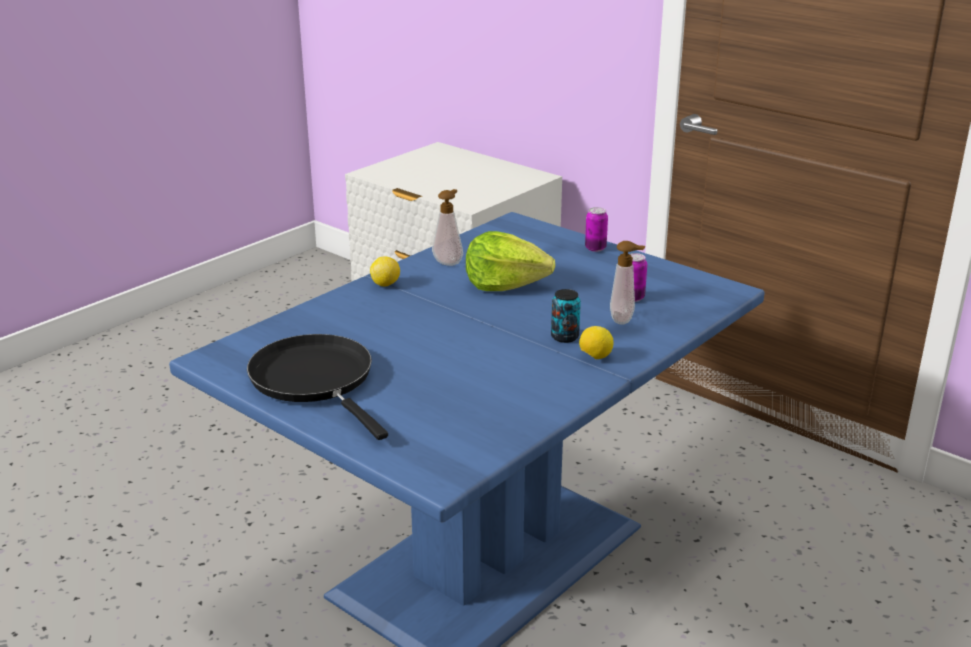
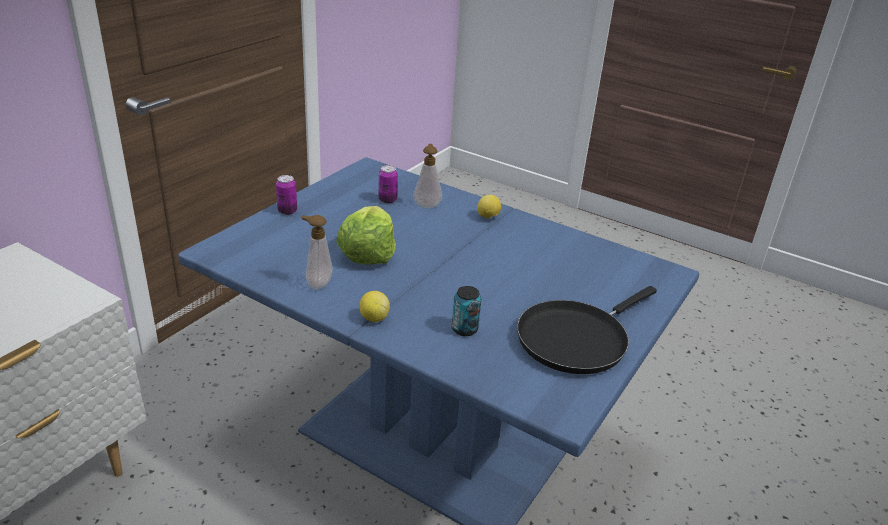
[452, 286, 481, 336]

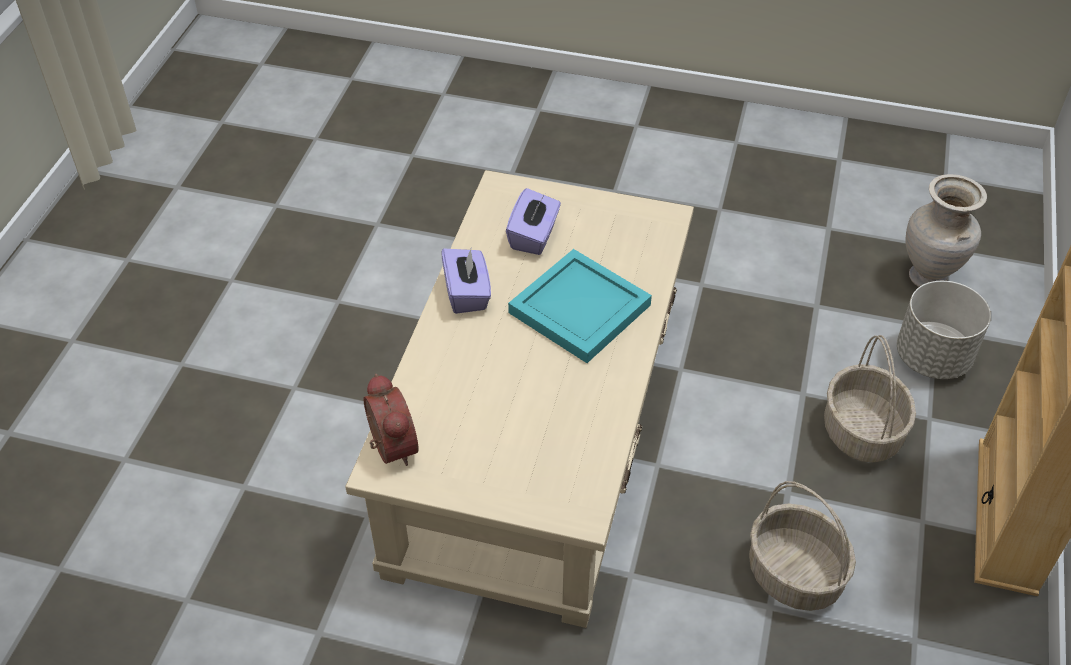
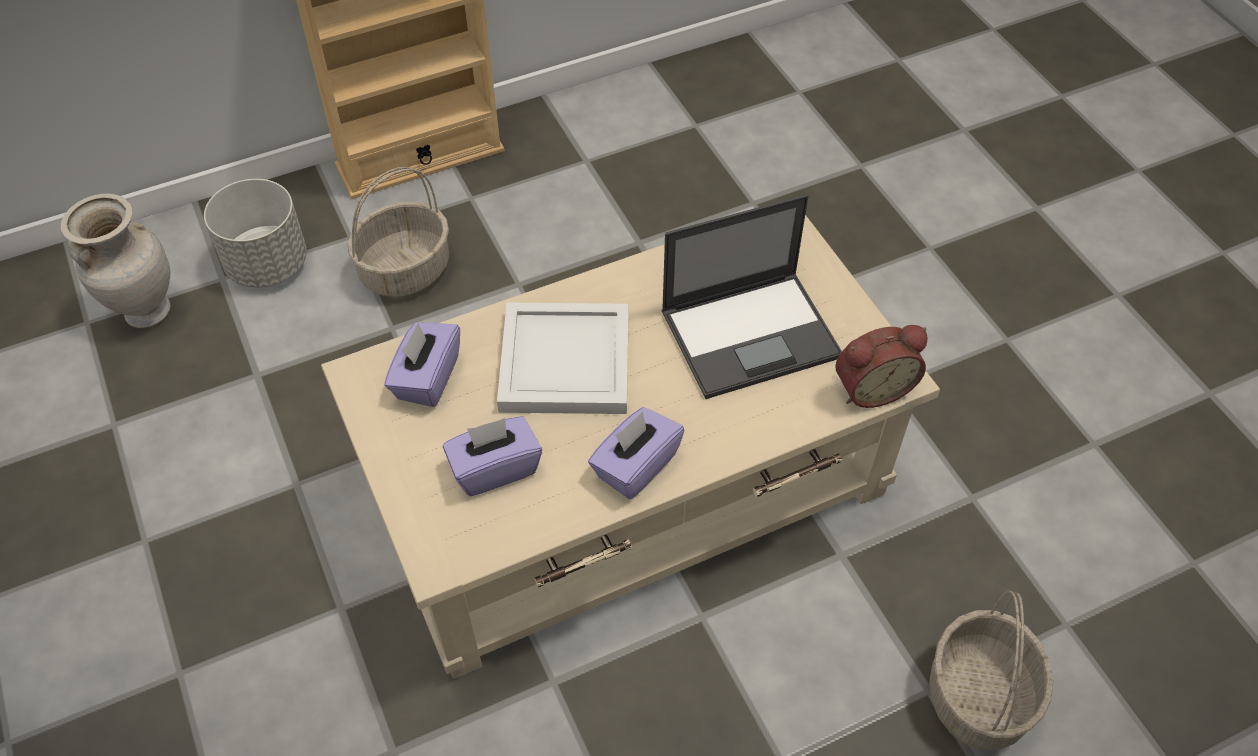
[384, 323, 460, 407]
[497, 303, 629, 414]
[661, 194, 842, 399]
[835, 325, 927, 408]
[929, 591, 1053, 750]

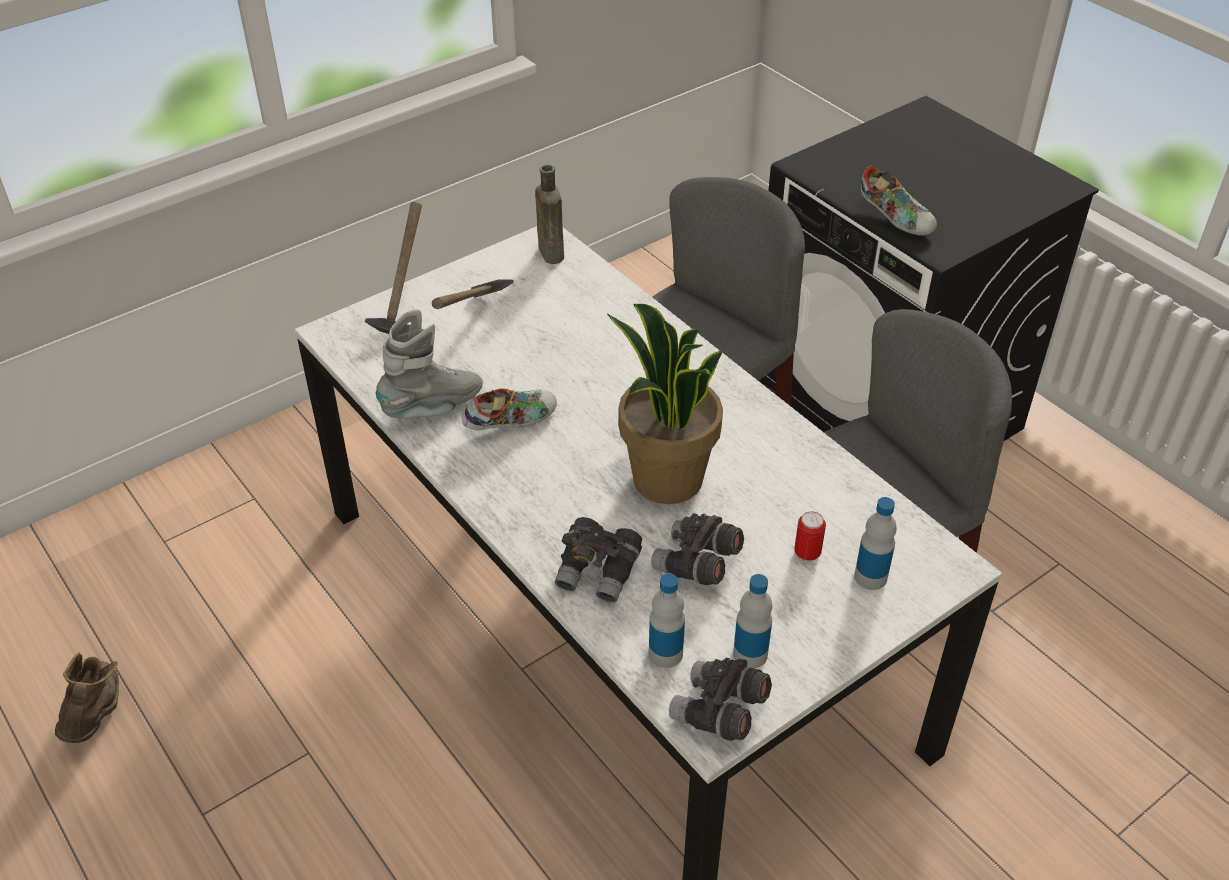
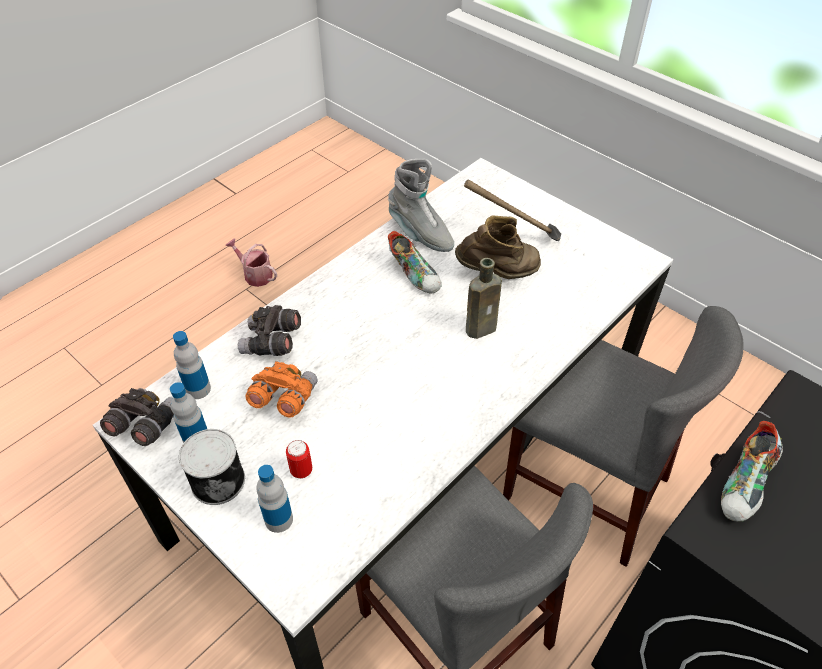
[179, 429, 245, 505]
[225, 239, 277, 287]
[246, 361, 318, 418]
[455, 216, 541, 279]
[466, 258, 502, 339]
[365, 202, 422, 335] (first image)
[607, 304, 723, 504] (first image)

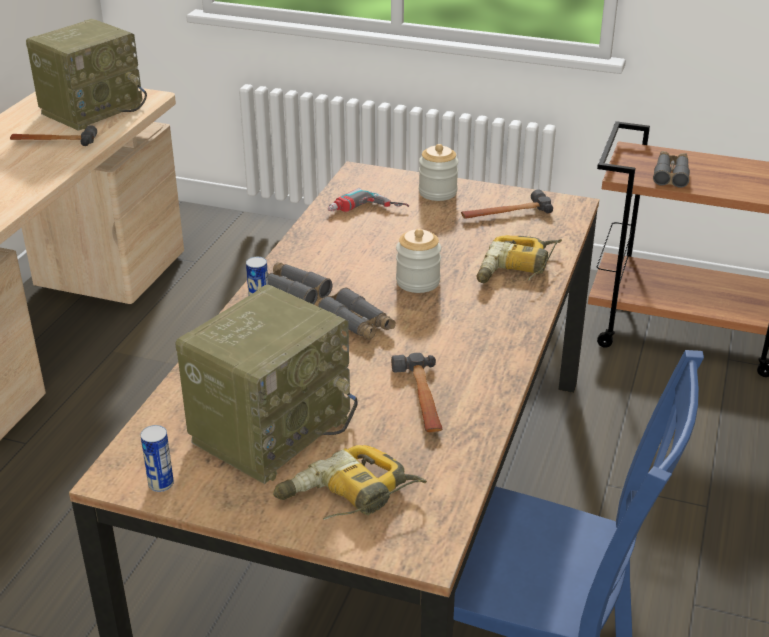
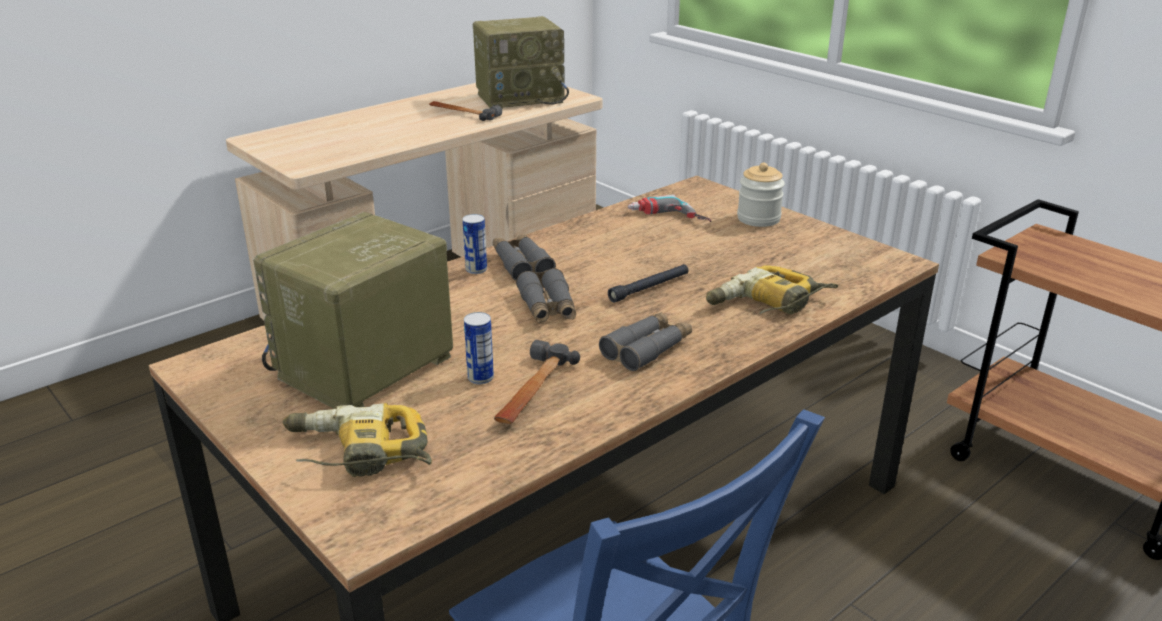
[253, 212, 453, 409]
[464, 312, 494, 384]
[599, 312, 692, 371]
[608, 264, 688, 303]
[461, 189, 553, 219] (first image)

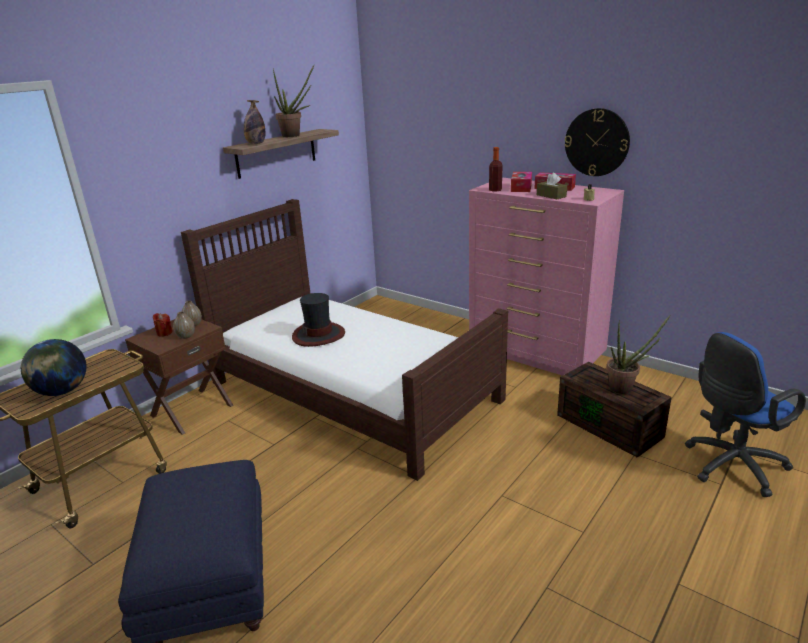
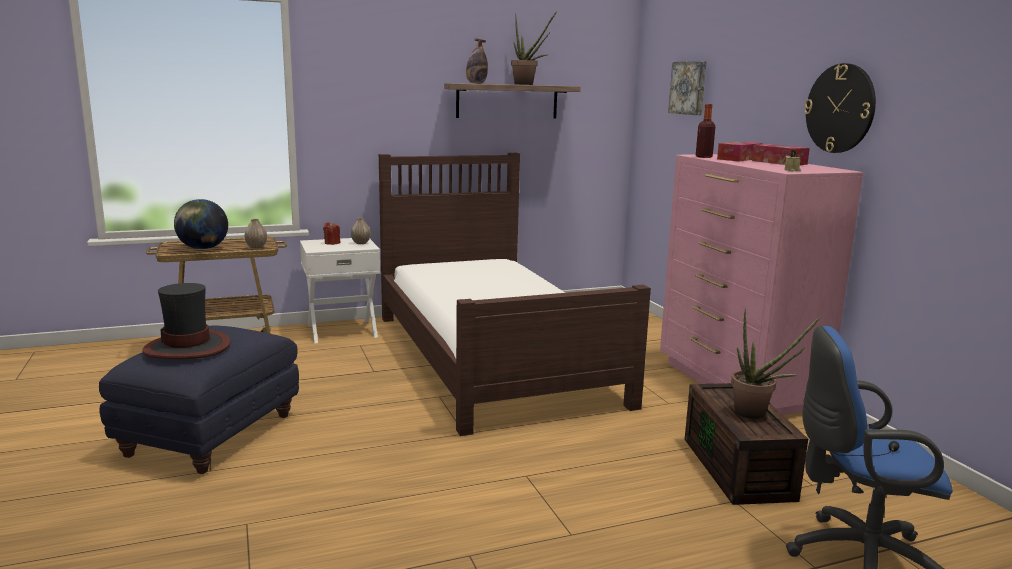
[143, 283, 231, 359]
[245, 219, 267, 249]
[300, 238, 380, 343]
[668, 61, 707, 115]
[537, 173, 567, 199] (first image)

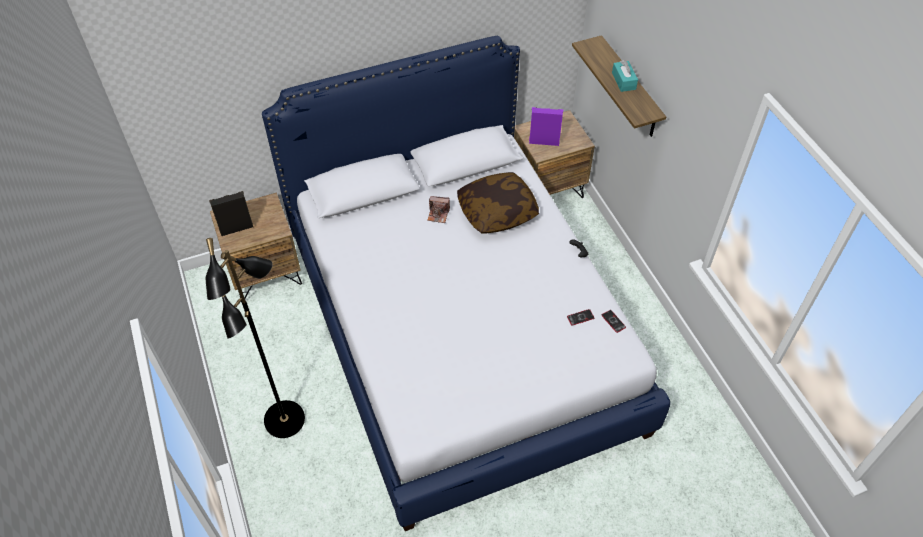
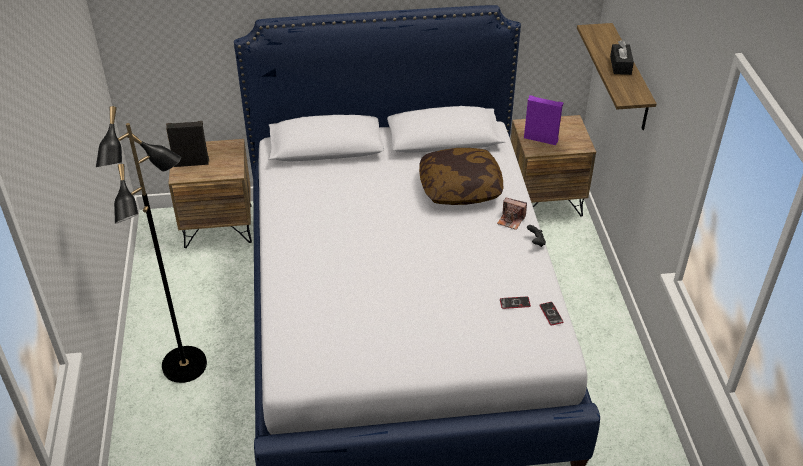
[497, 198, 527, 230]
[610, 40, 634, 75]

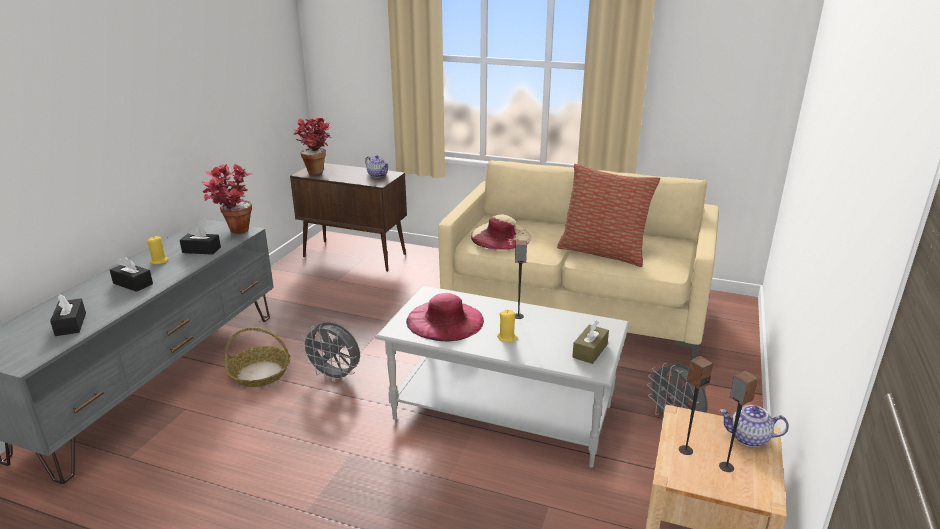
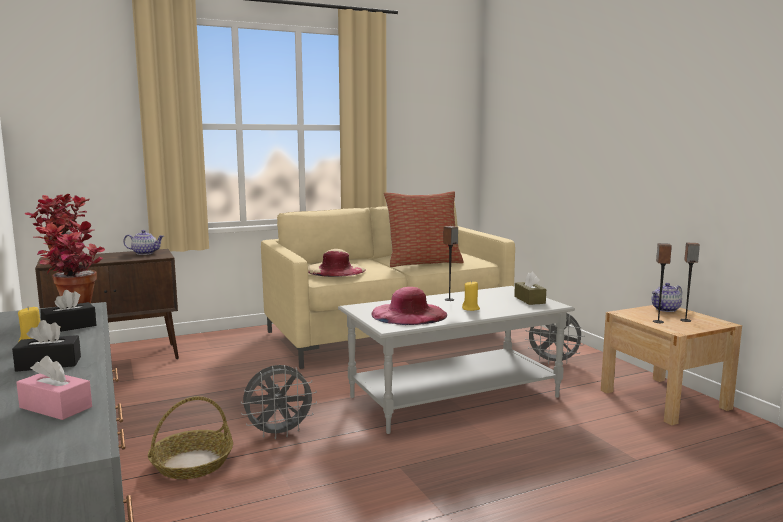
[16, 356, 92, 420]

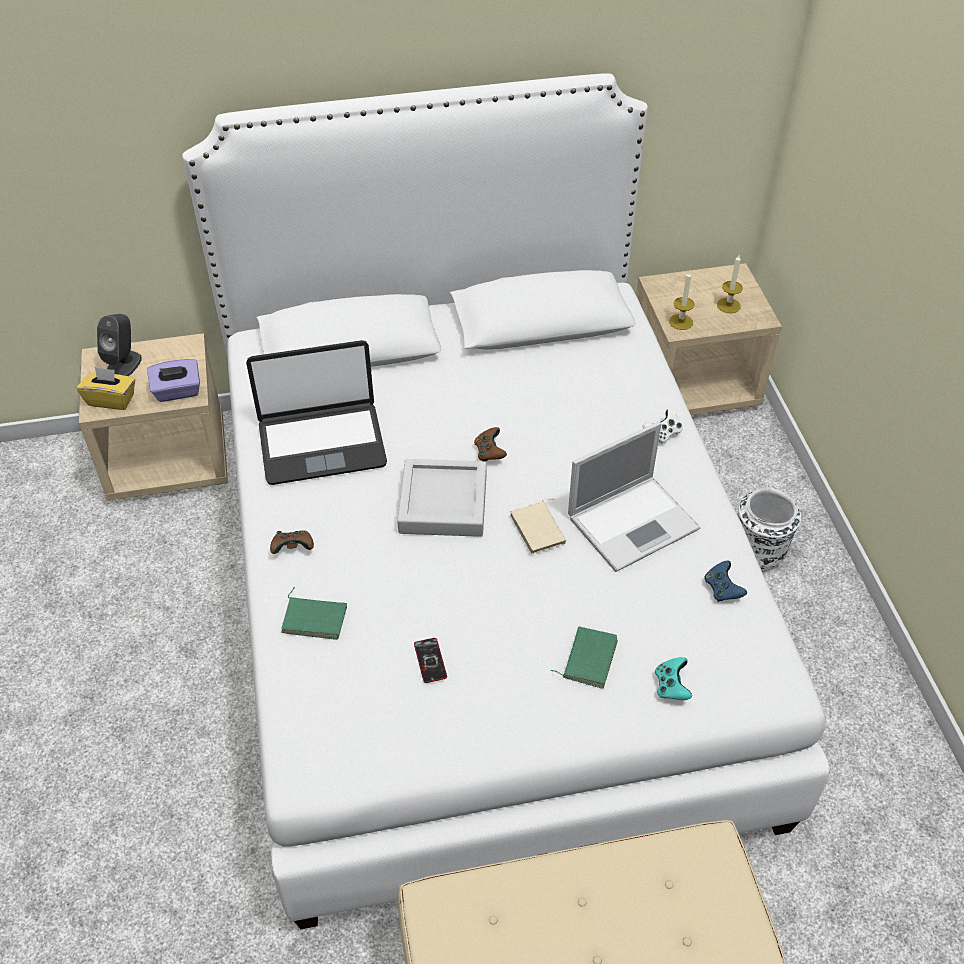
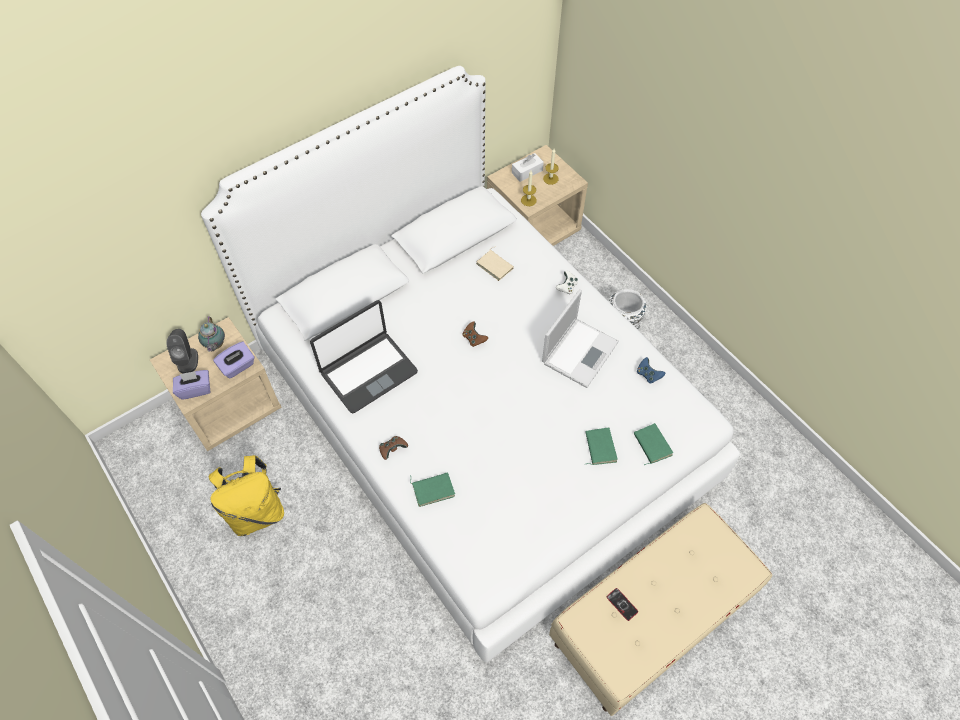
[173, 370, 210, 400]
[198, 316, 225, 352]
[209, 455, 284, 536]
[476, 246, 514, 281]
[512, 153, 544, 182]
[607, 588, 638, 621]
[634, 423, 673, 465]
[397, 459, 487, 537] (first image)

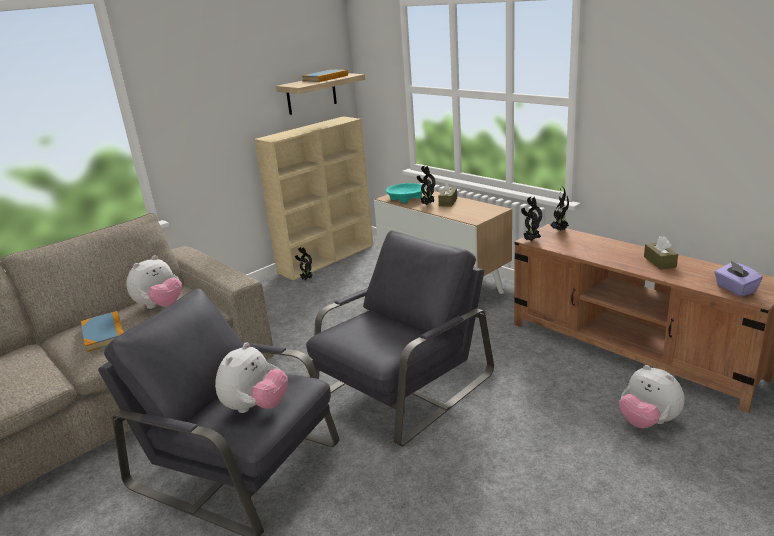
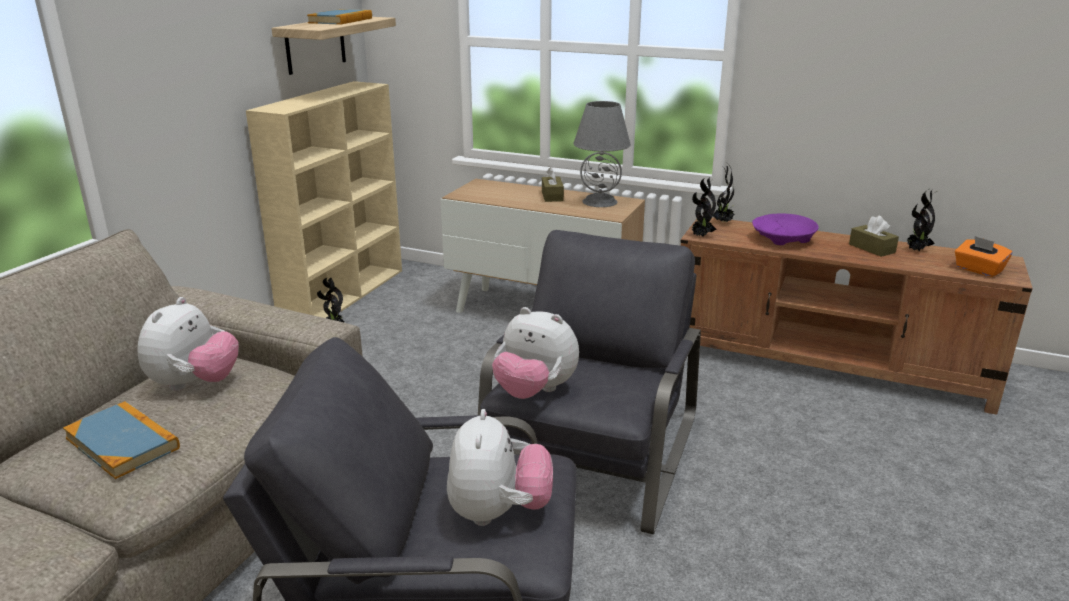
[492, 307, 579, 399]
[573, 101, 631, 207]
[752, 213, 819, 245]
[906, 189, 937, 251]
[955, 236, 1013, 277]
[386, 183, 425, 203] (first image)

